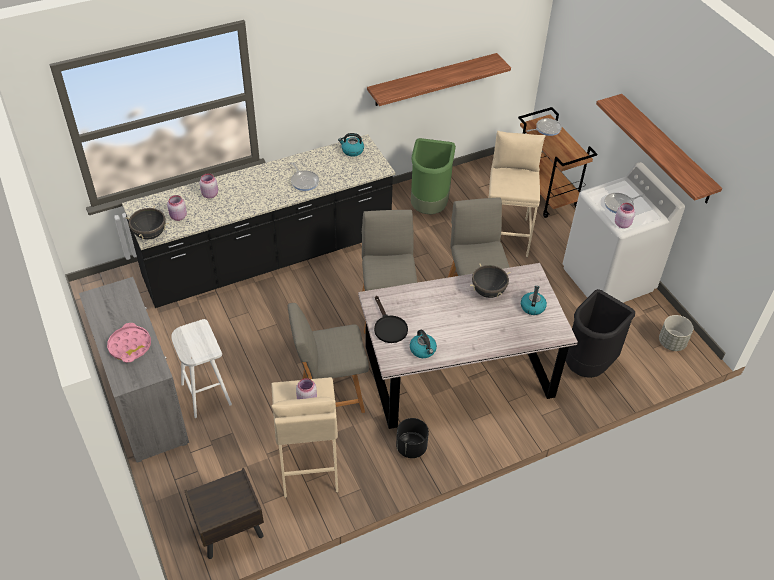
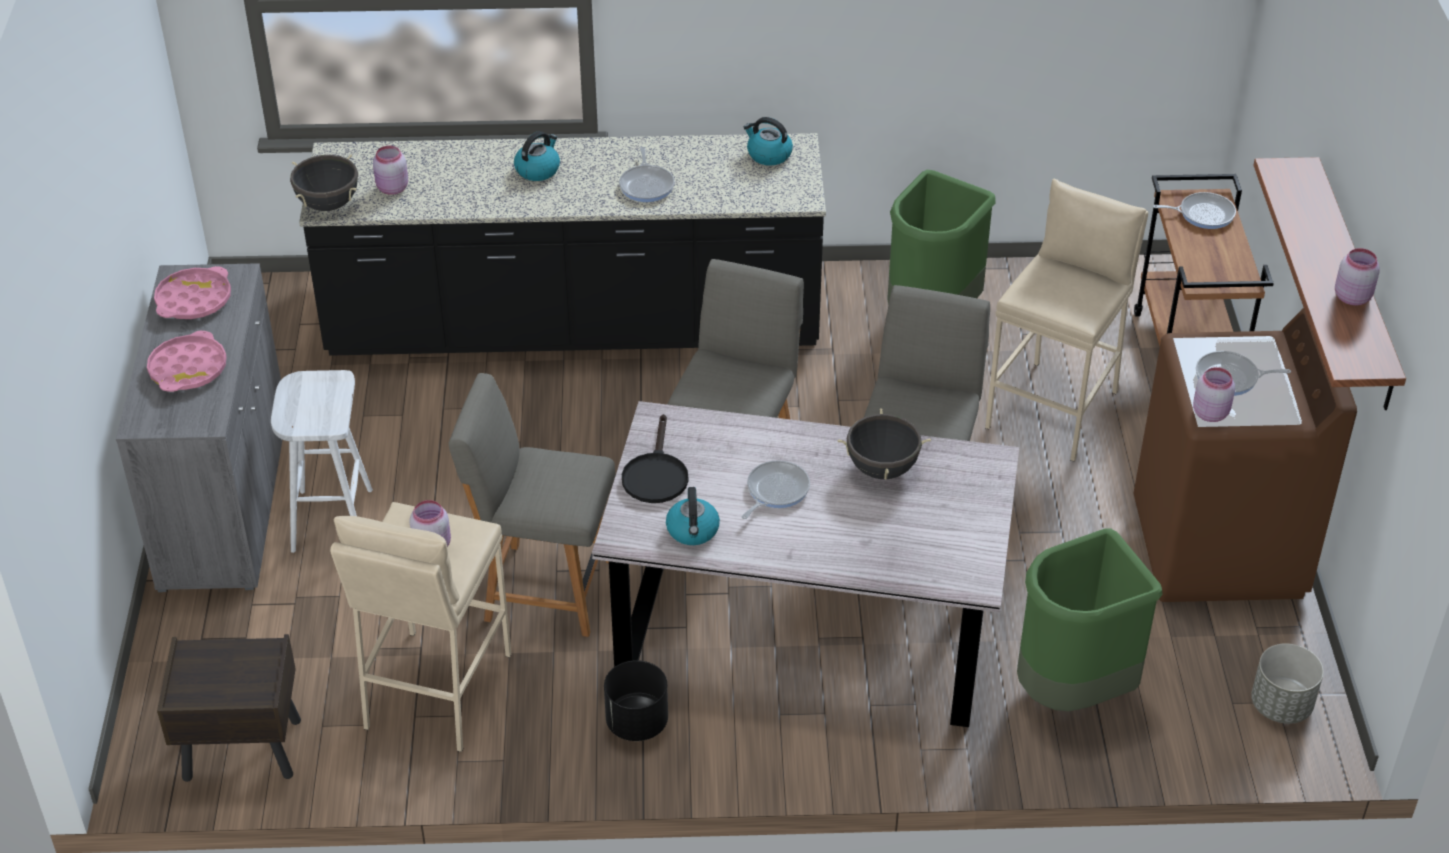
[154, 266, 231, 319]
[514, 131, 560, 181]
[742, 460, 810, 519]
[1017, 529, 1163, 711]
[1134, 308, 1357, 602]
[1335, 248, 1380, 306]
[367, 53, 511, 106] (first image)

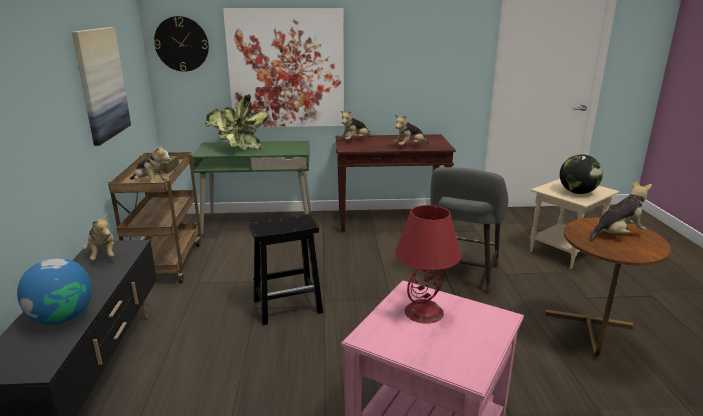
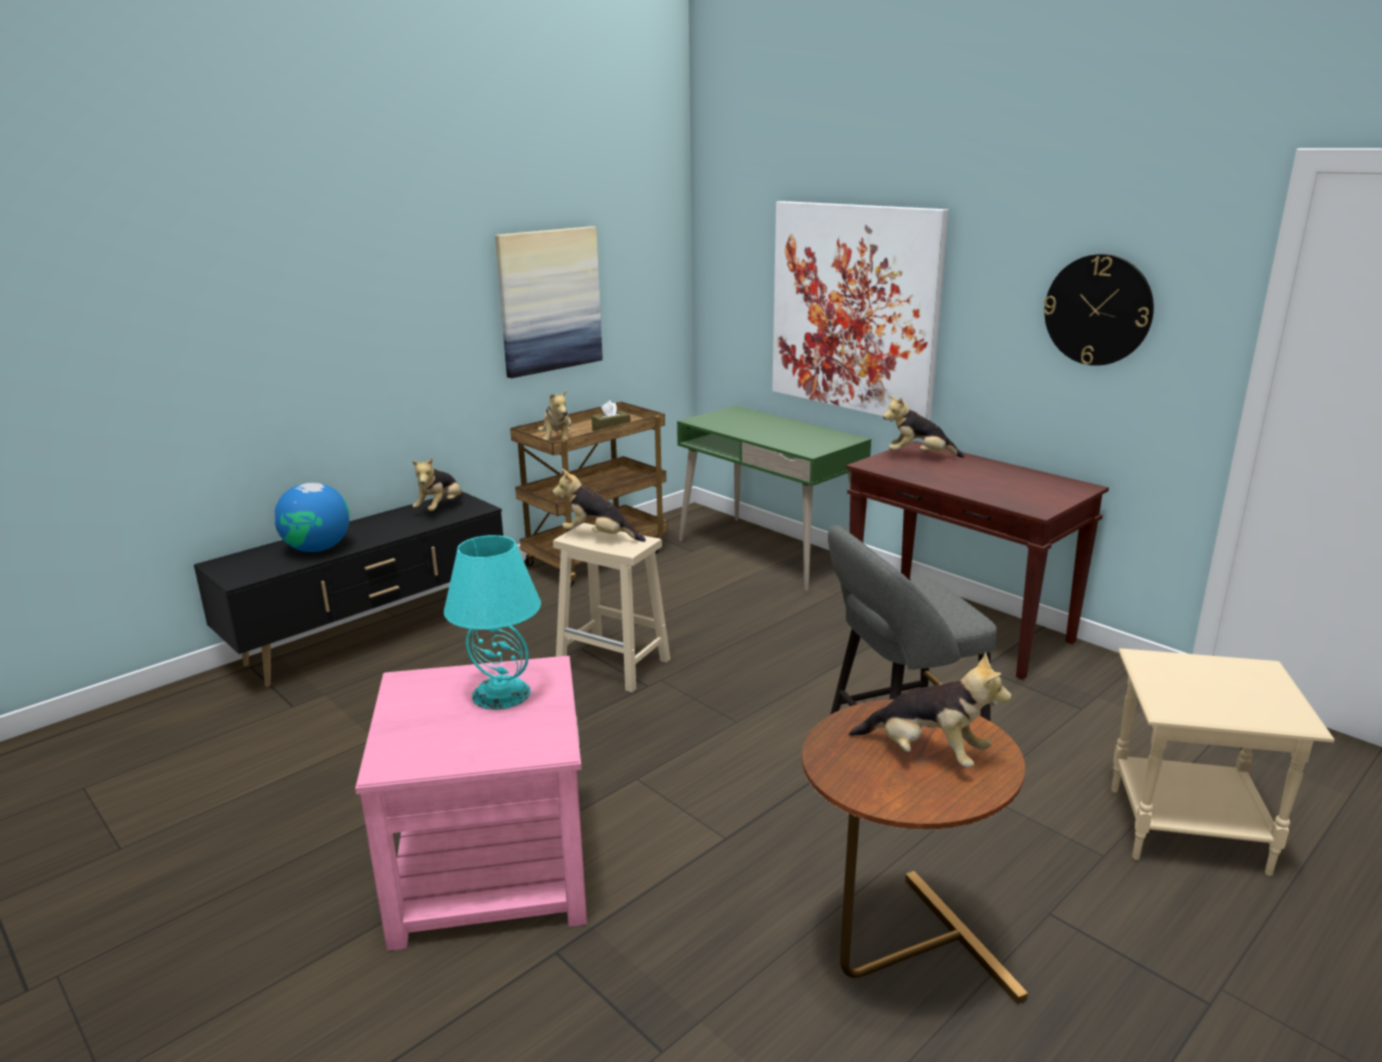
[444, 535, 541, 710]
[553, 469, 646, 542]
[553, 523, 670, 692]
[1044, 254, 1154, 366]
[204, 94, 268, 150] (first image)
[560, 154, 603, 194] (first image)

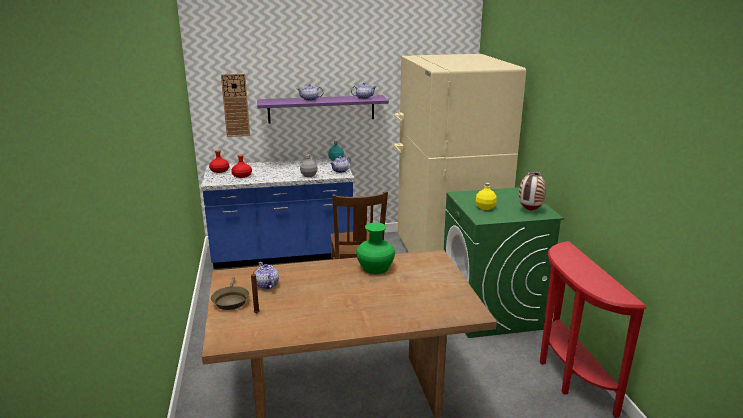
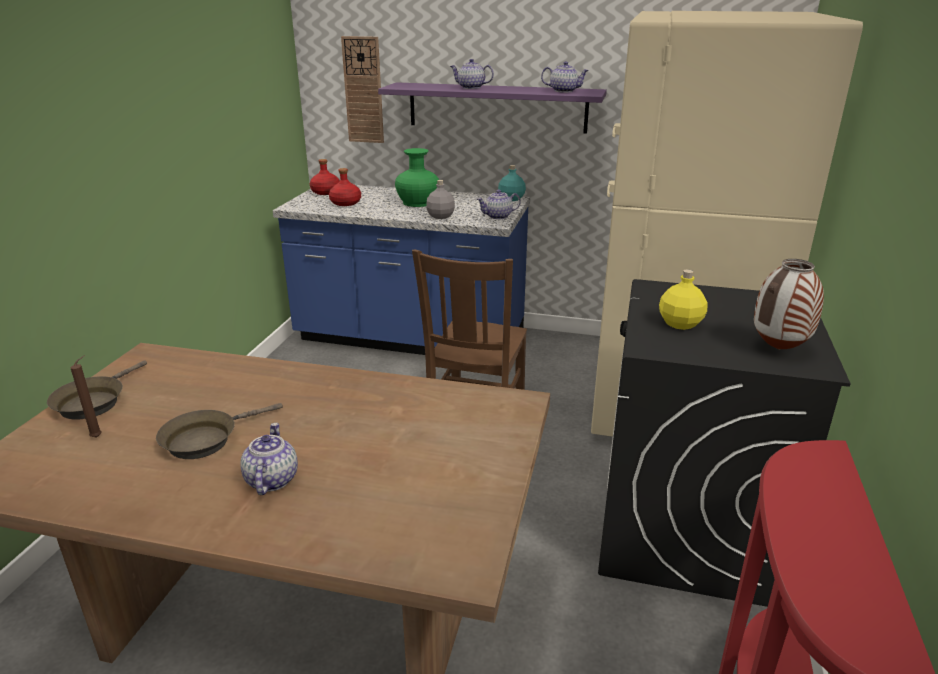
[156, 403, 283, 459]
[240, 423, 298, 495]
[395, 148, 439, 207]
[598, 279, 851, 607]

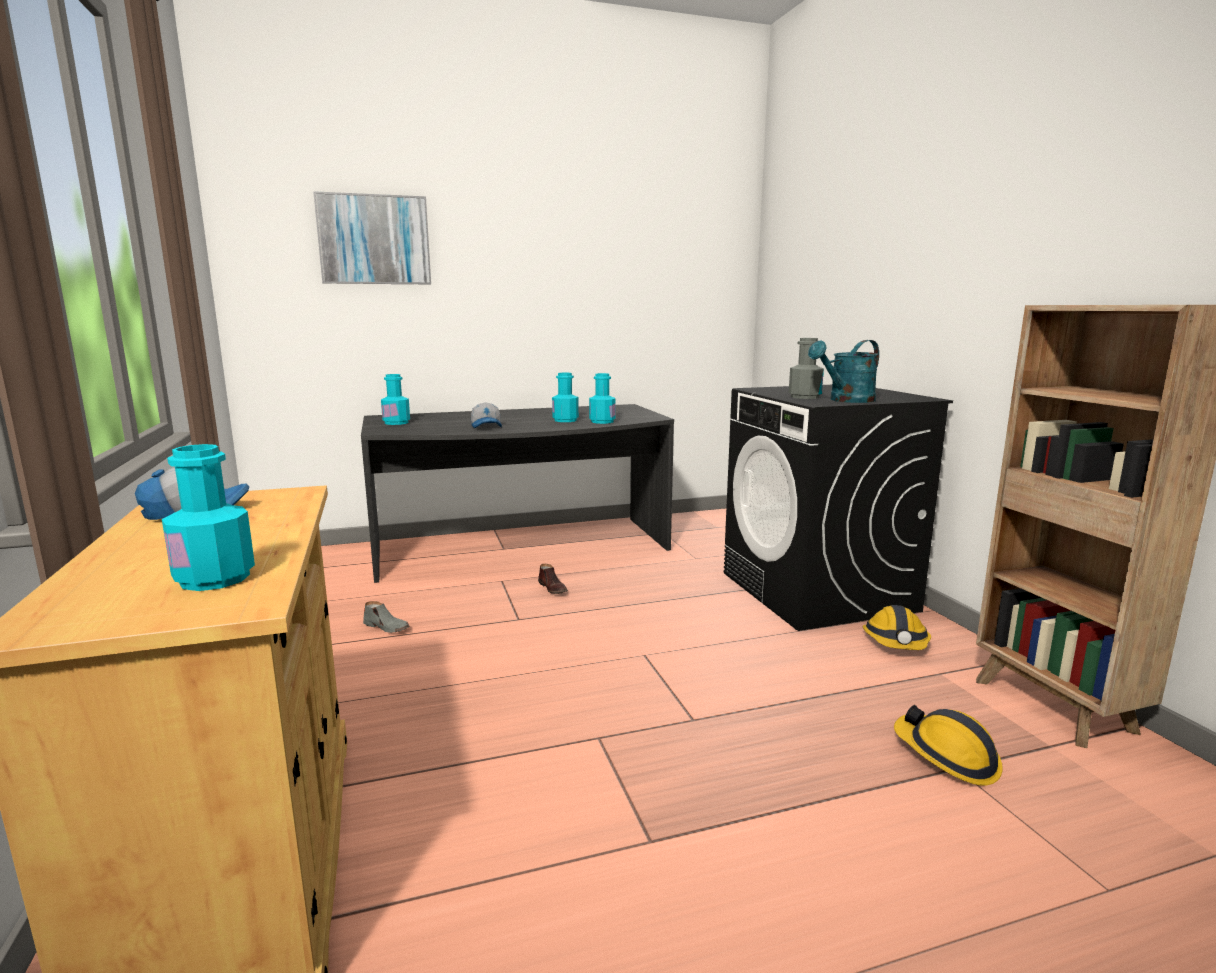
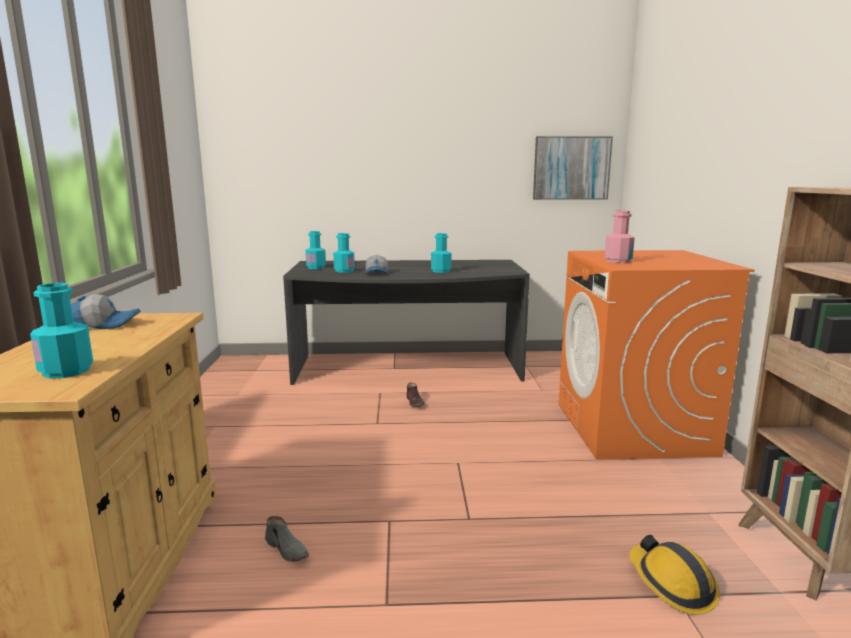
[265, 516, 309, 562]
[333, 233, 355, 273]
[533, 136, 613, 200]
[558, 250, 755, 460]
[605, 211, 635, 263]
[808, 340, 879, 403] (first image)
[862, 605, 931, 650] (first image)

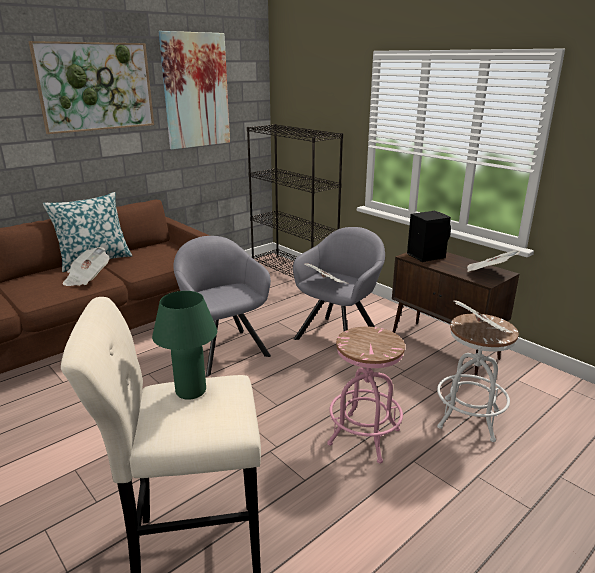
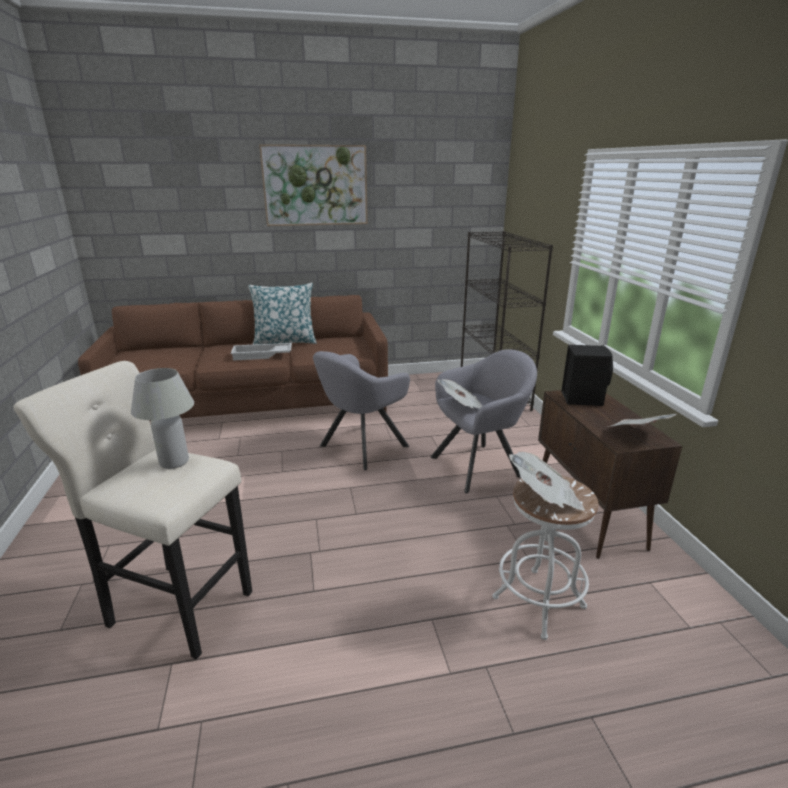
[131, 368, 194, 469]
[231, 343, 292, 361]
[313, 351, 410, 470]
[159, 31, 230, 150] (first image)
[327, 327, 405, 463] (first image)

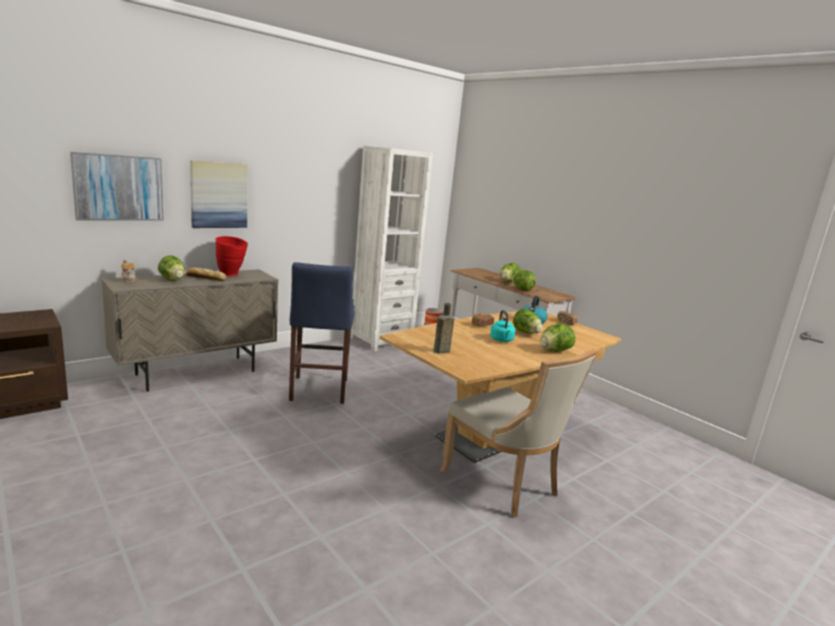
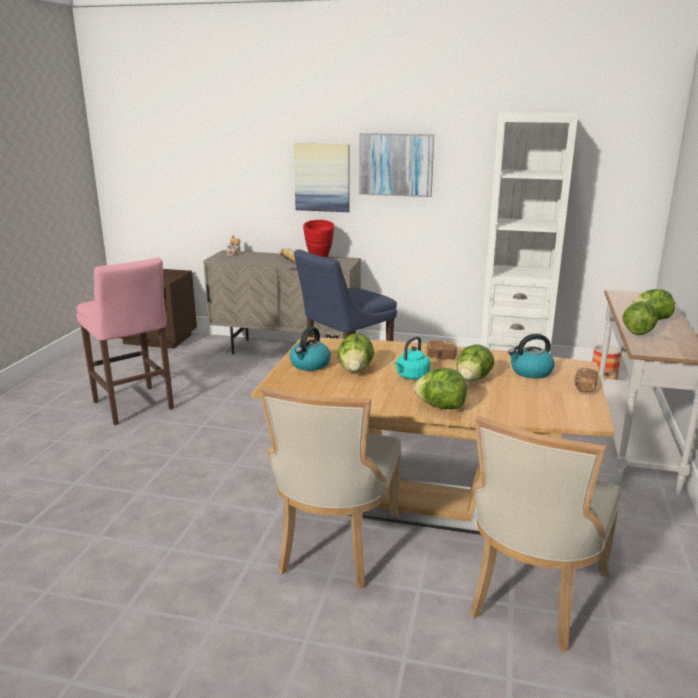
[76, 258, 174, 425]
[290, 327, 331, 371]
[338, 333, 374, 373]
[359, 133, 434, 197]
[470, 416, 621, 652]

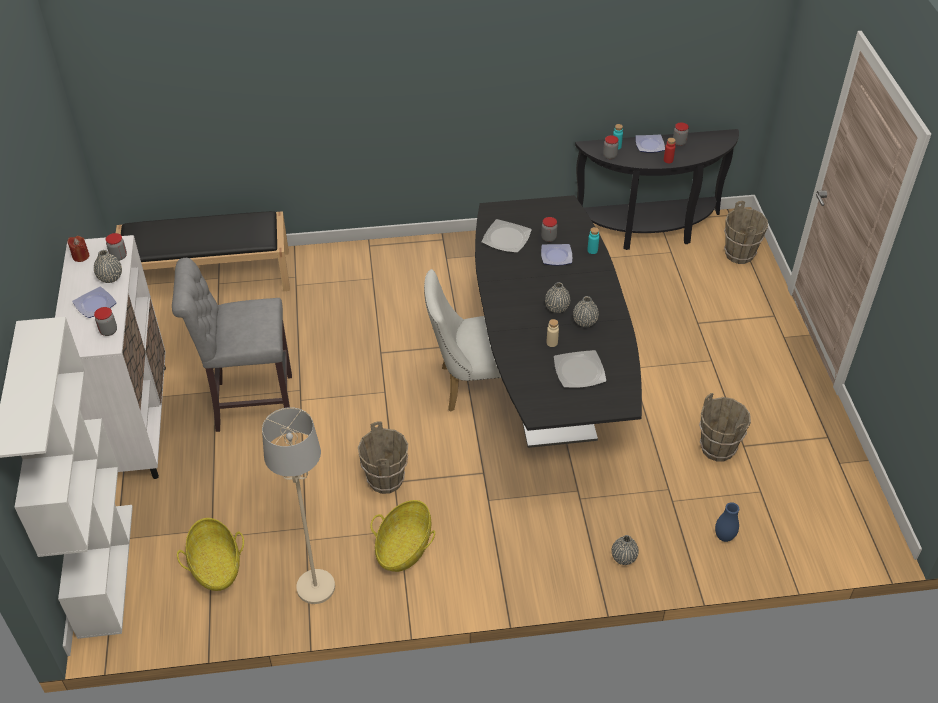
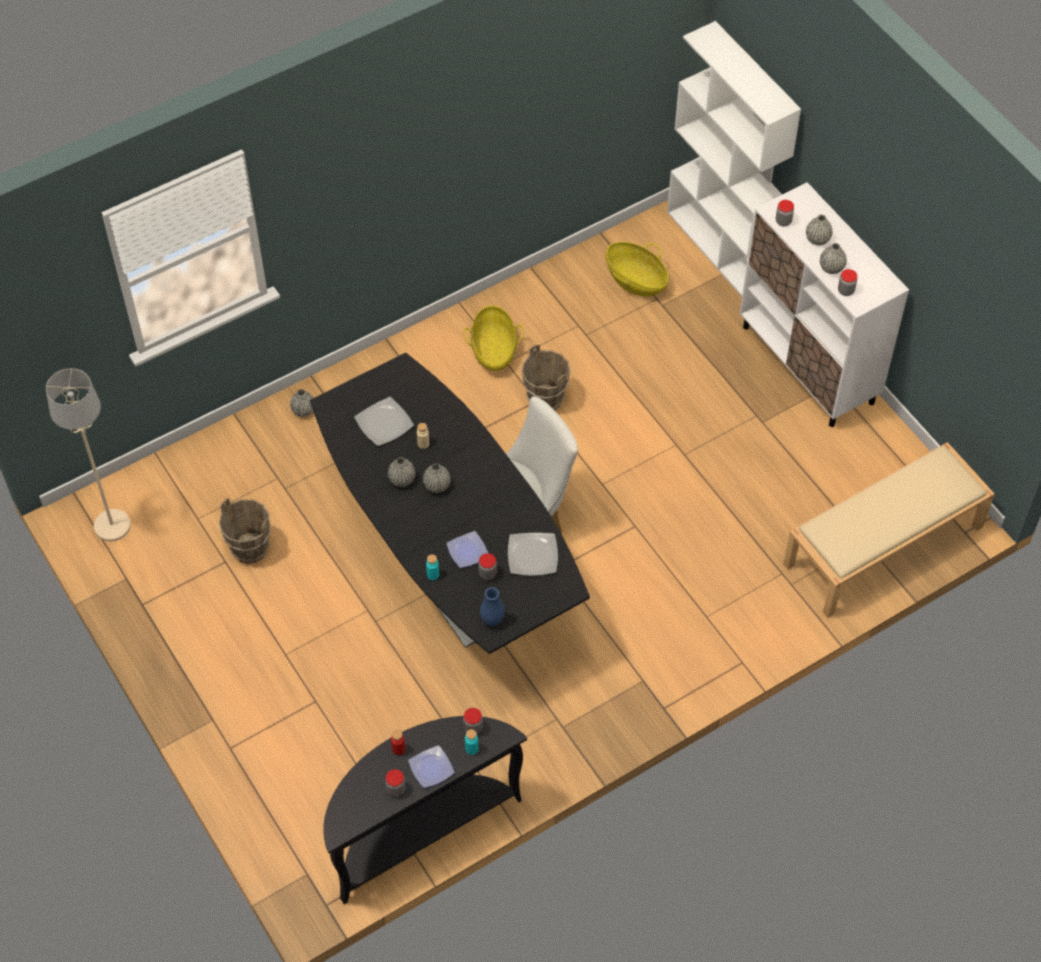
[46, 368, 131, 541]
[480, 587, 505, 626]
[783, 442, 995, 618]
[806, 215, 833, 245]
[67, 236, 89, 262] (first image)
[172, 258, 292, 432] (first image)
[724, 201, 768, 264] (first image)

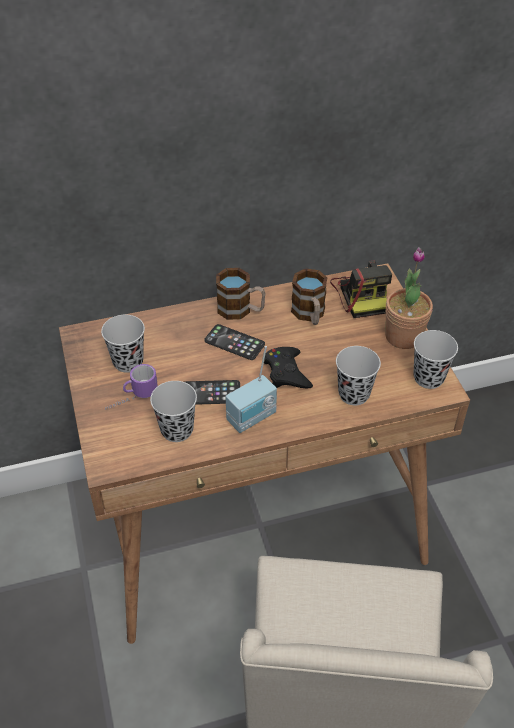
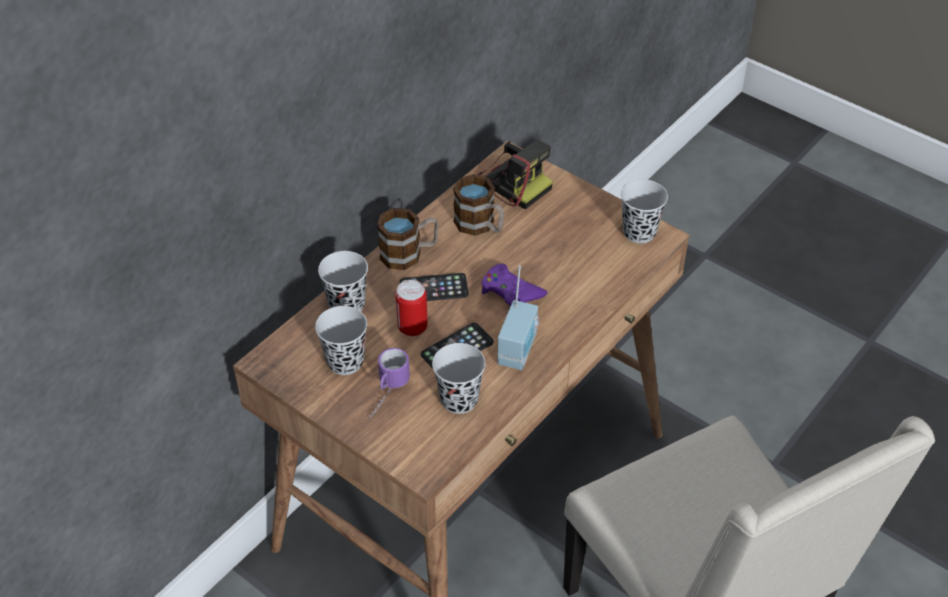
[318, 251, 368, 311]
[395, 280, 428, 336]
[481, 264, 548, 306]
[385, 247, 433, 349] (first image)

